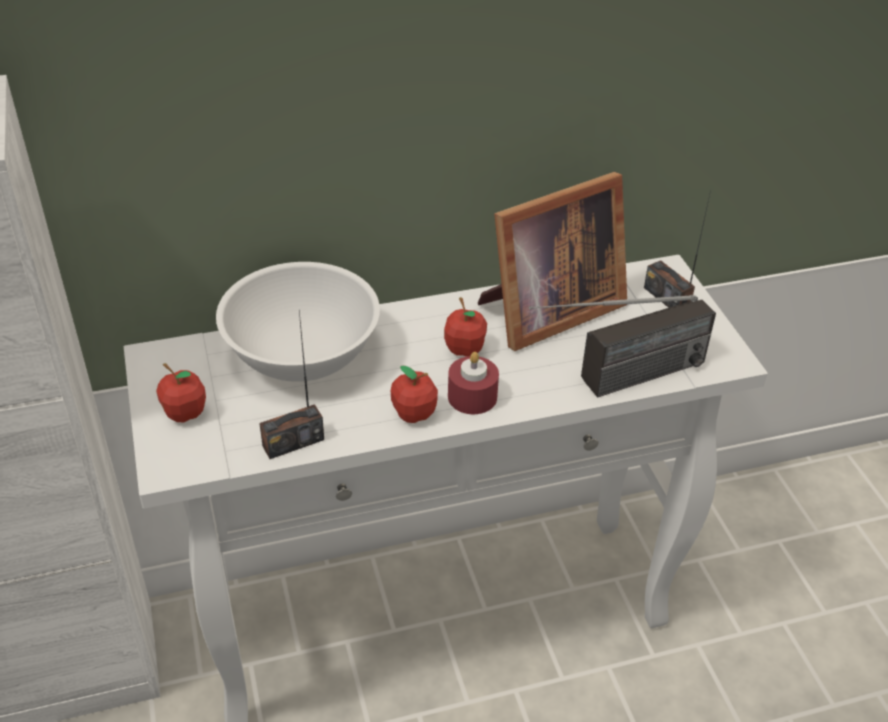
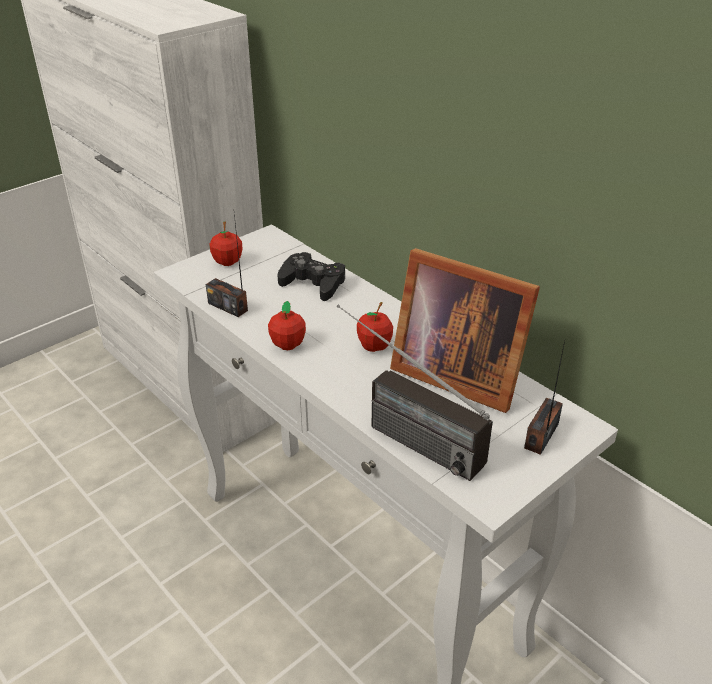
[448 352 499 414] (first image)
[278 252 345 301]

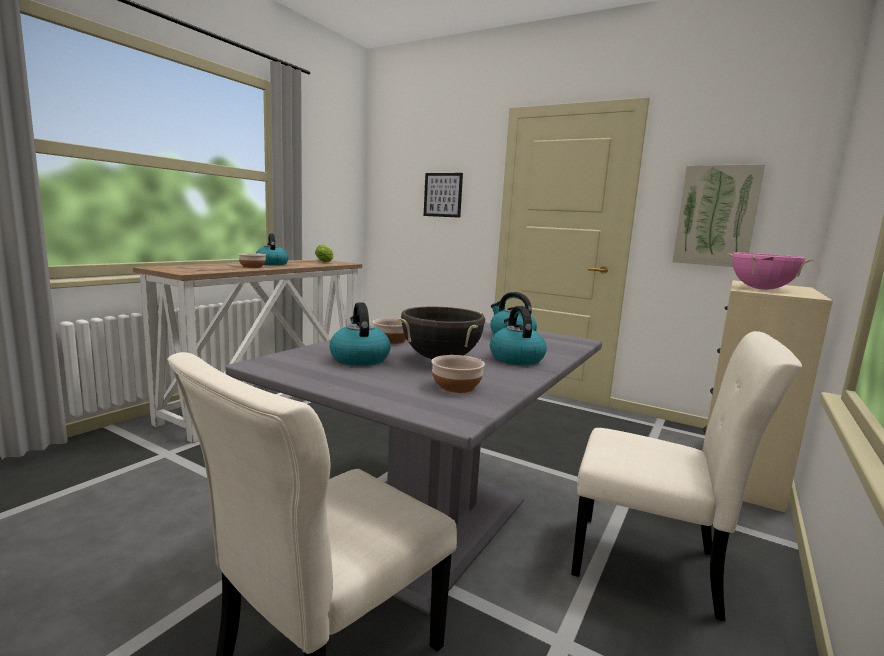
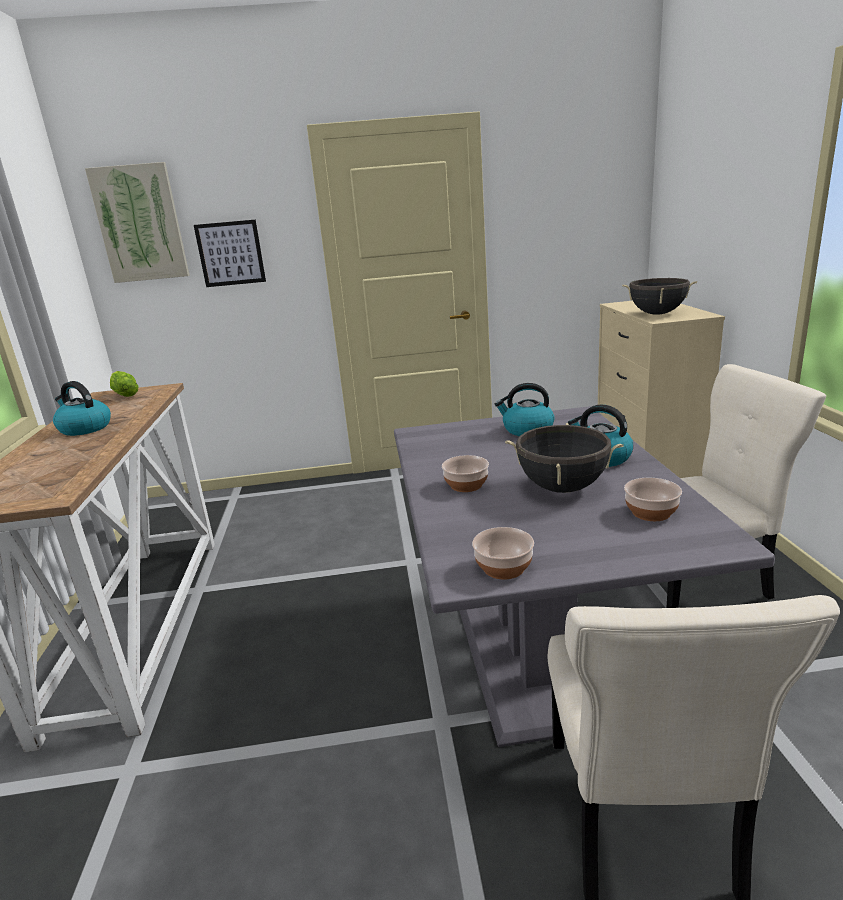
[330 303 391 366] (first image)
[472 527 534 580]
[85 162 190 283]
[622 278 697 315]

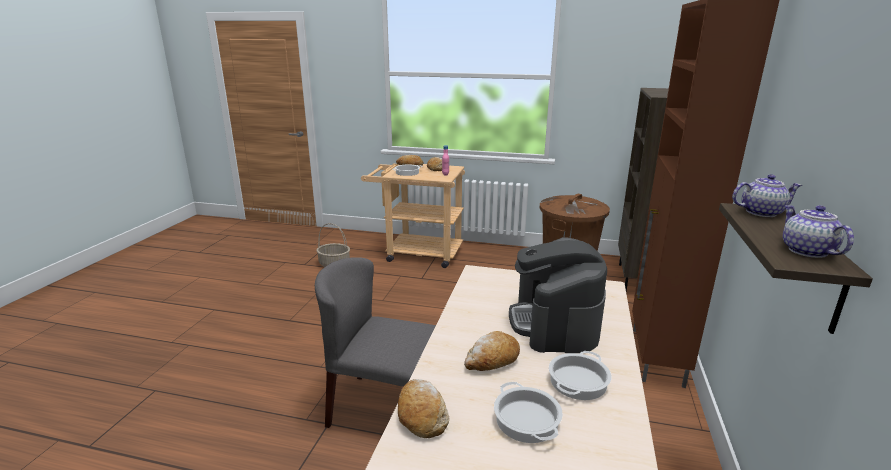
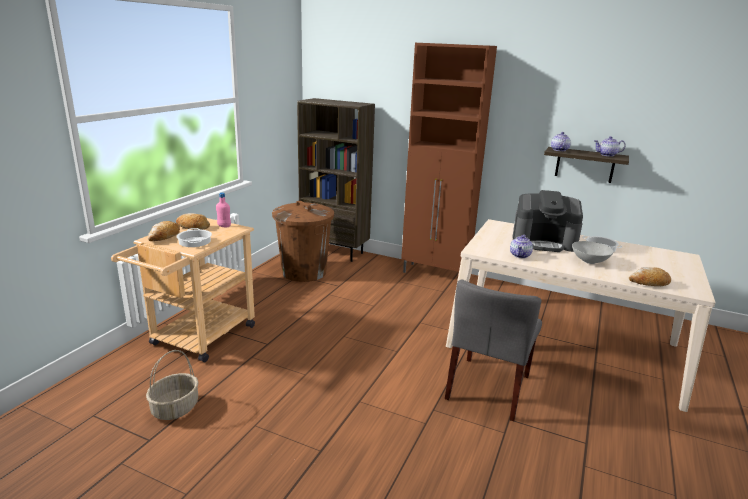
[494 382 563 443] (first image)
[510 235 533 258]
[572 241 614 264]

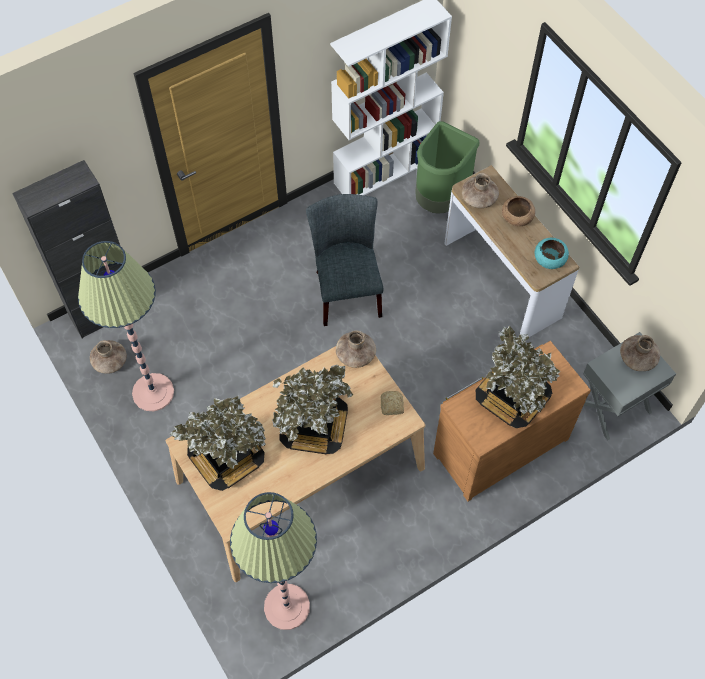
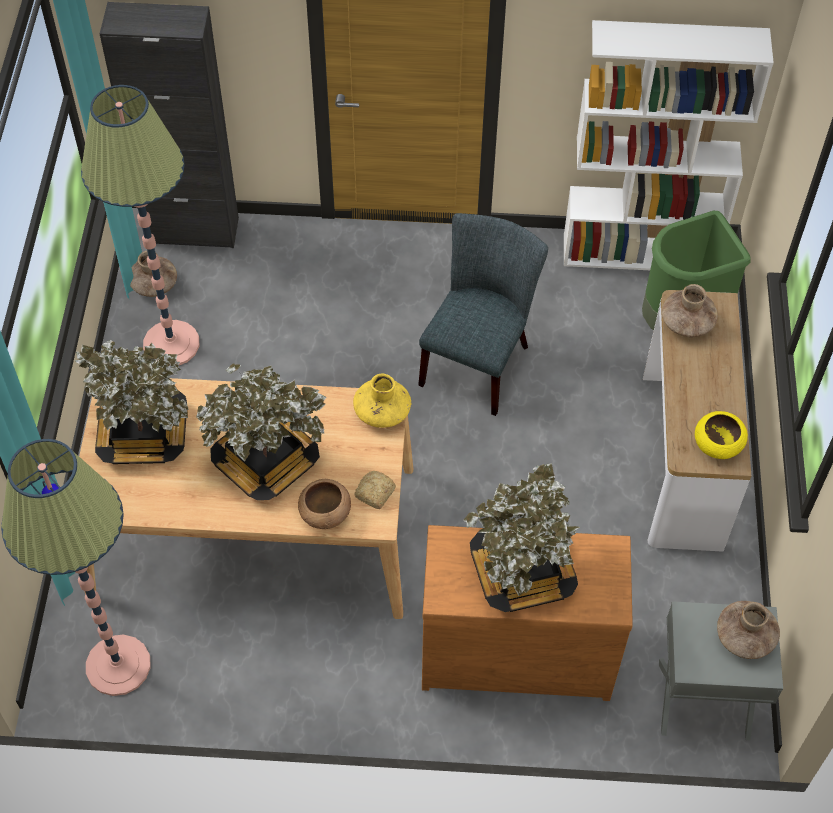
[298 479 351 529]
[353 373 411 428]
[695 411 748 459]

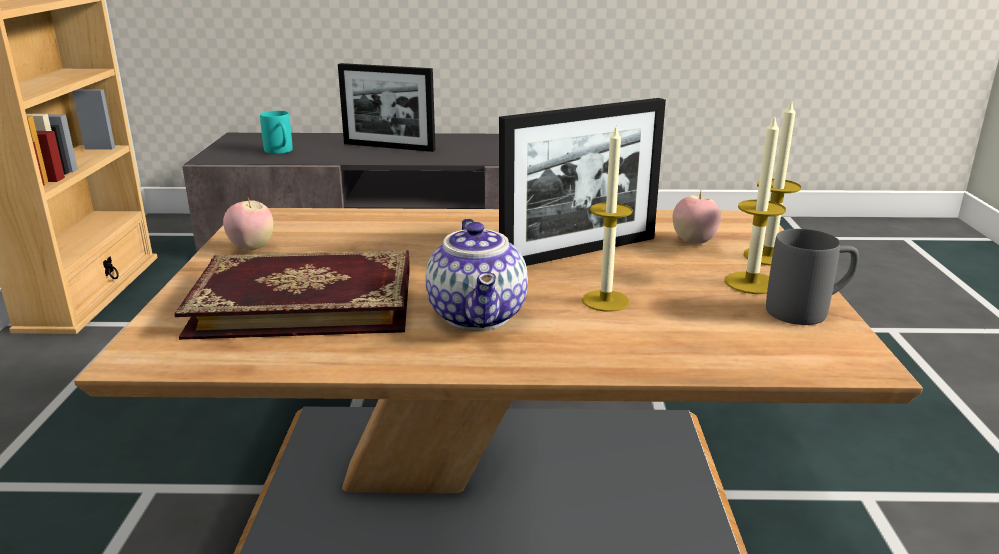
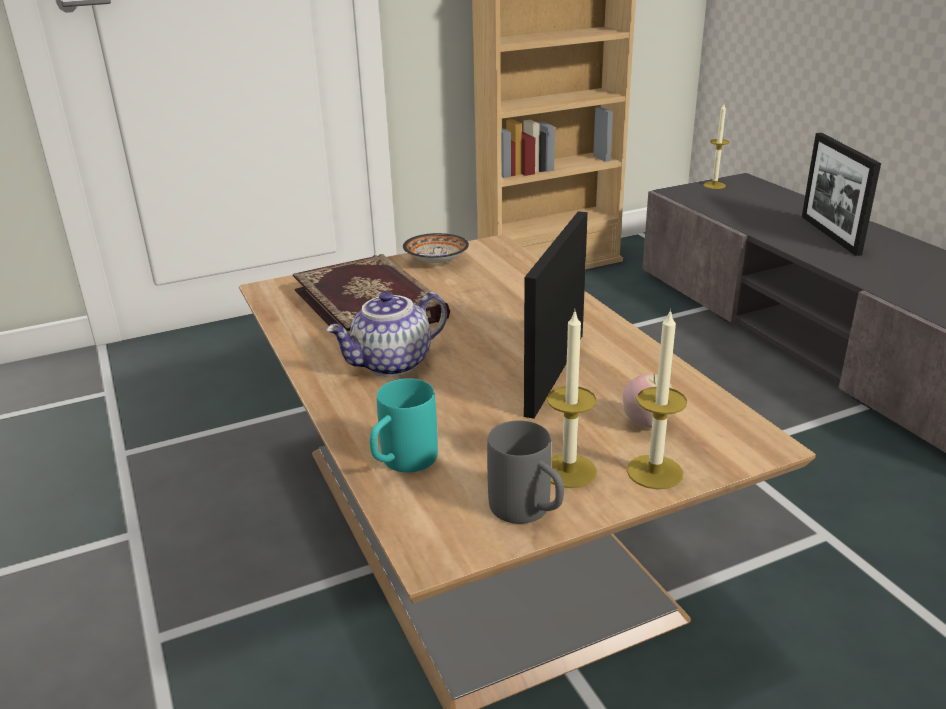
[370 378 438 472]
[704 104 729 189]
[403 233 469 263]
[524 211 588 419]

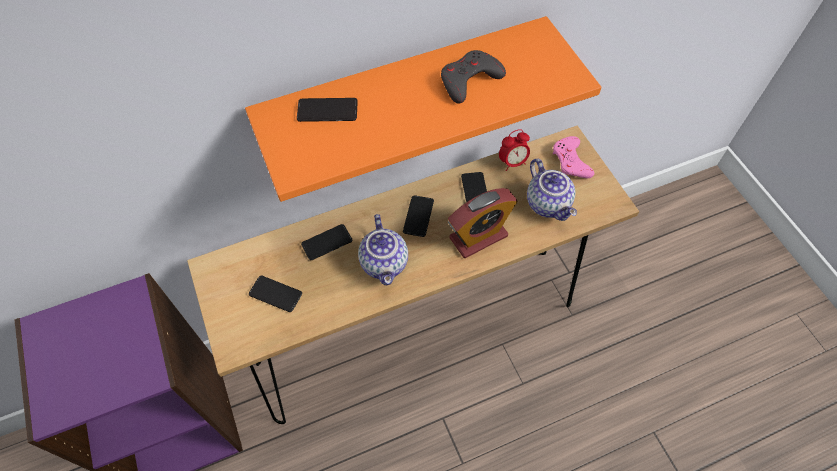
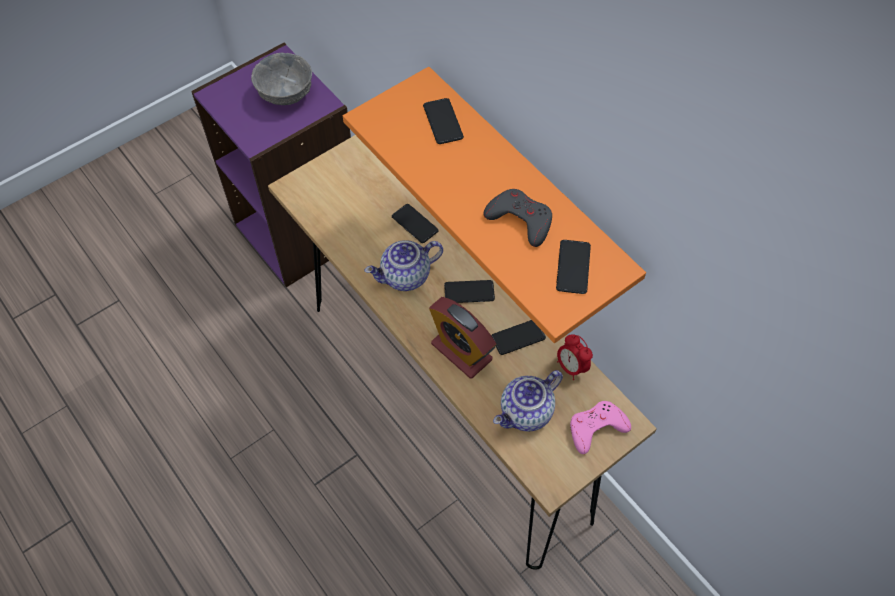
[251 53 312 105]
[556 240 591 294]

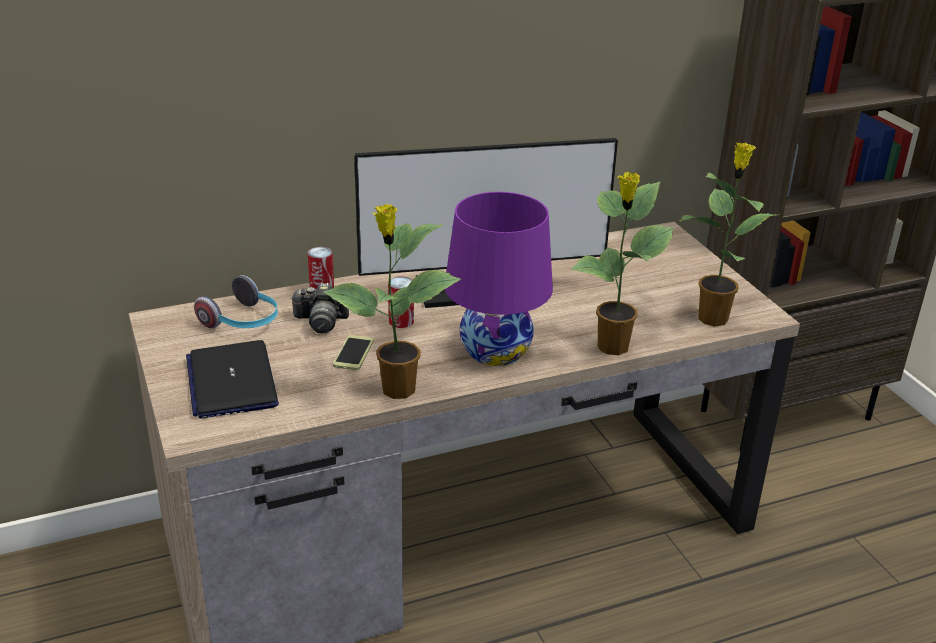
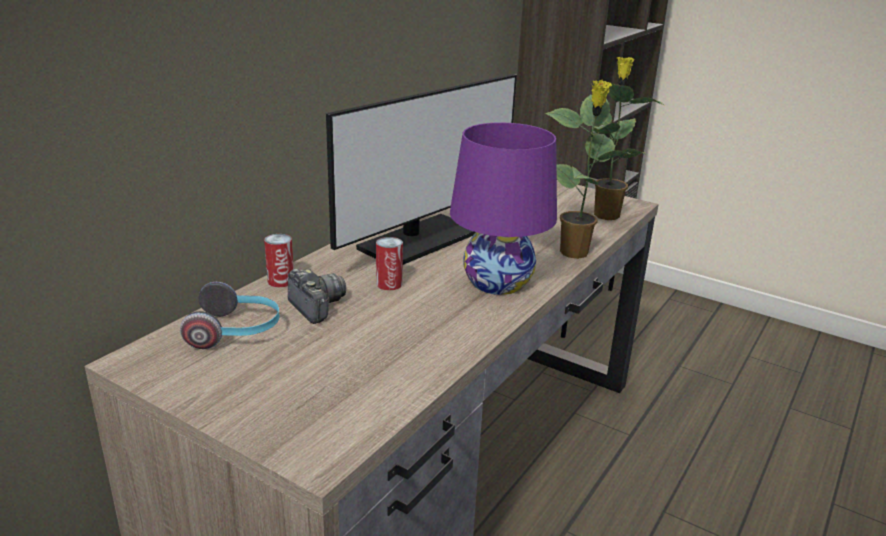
[186 340 279 419] (first image)
[323 204 461 399] (first image)
[333 335 374 370] (first image)
[288 269 346 324]

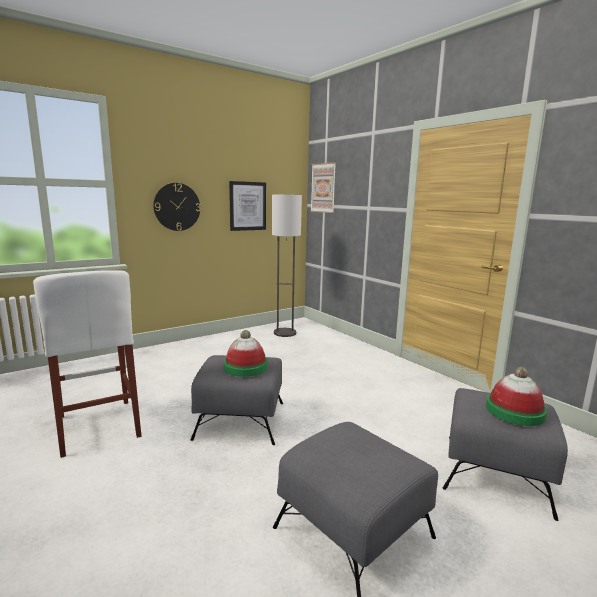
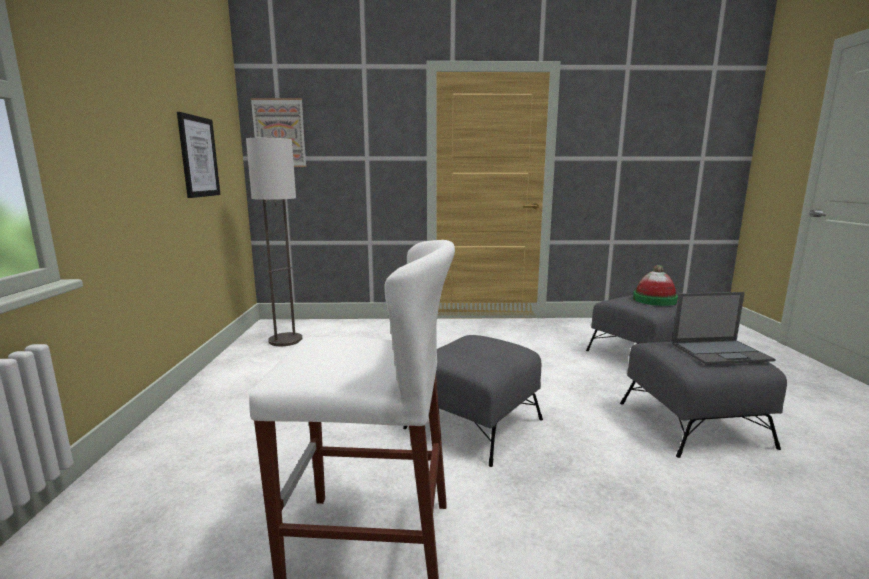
[153 183 201 231] (first image)
[224 330 268 377] (first image)
[672 292 776 364]

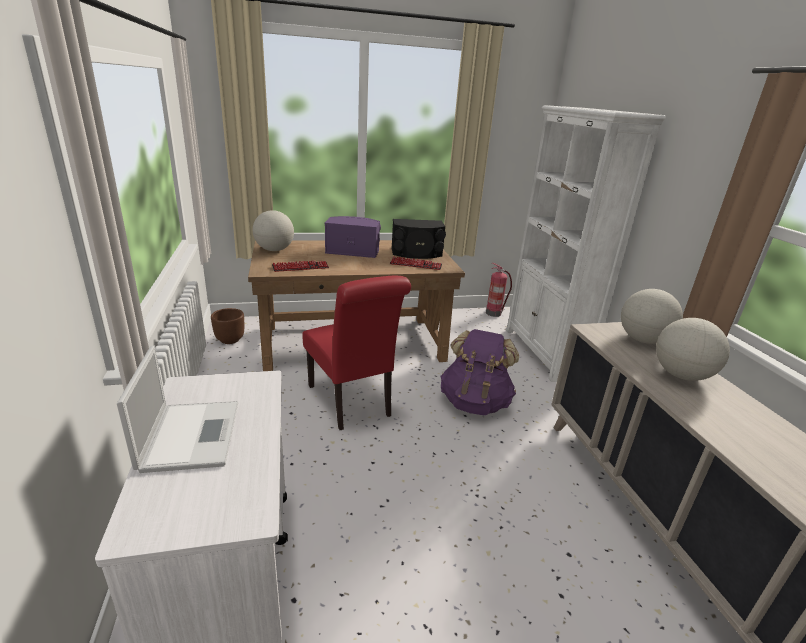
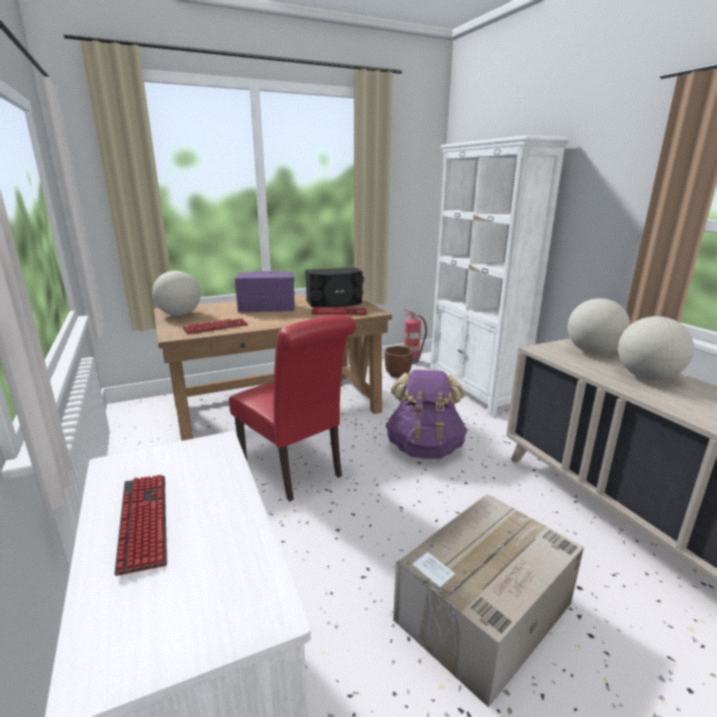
[393 494 584 707]
[385 346 413 378]
[114 475 167 576]

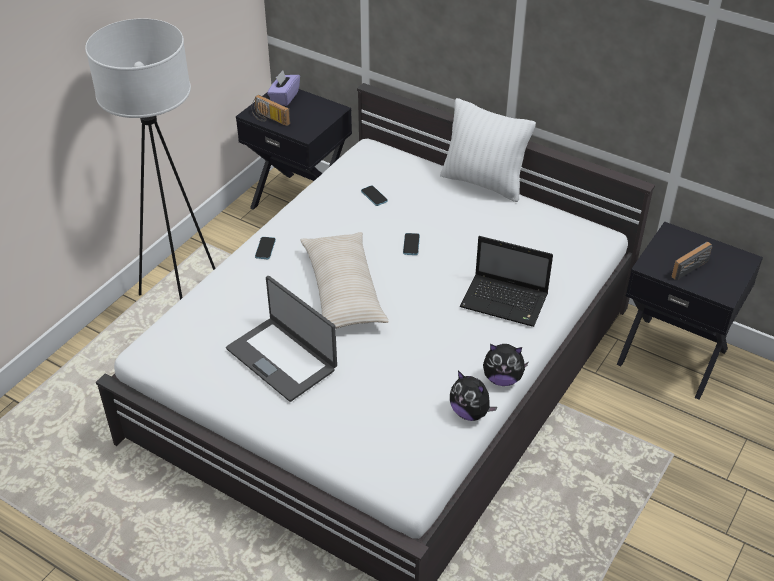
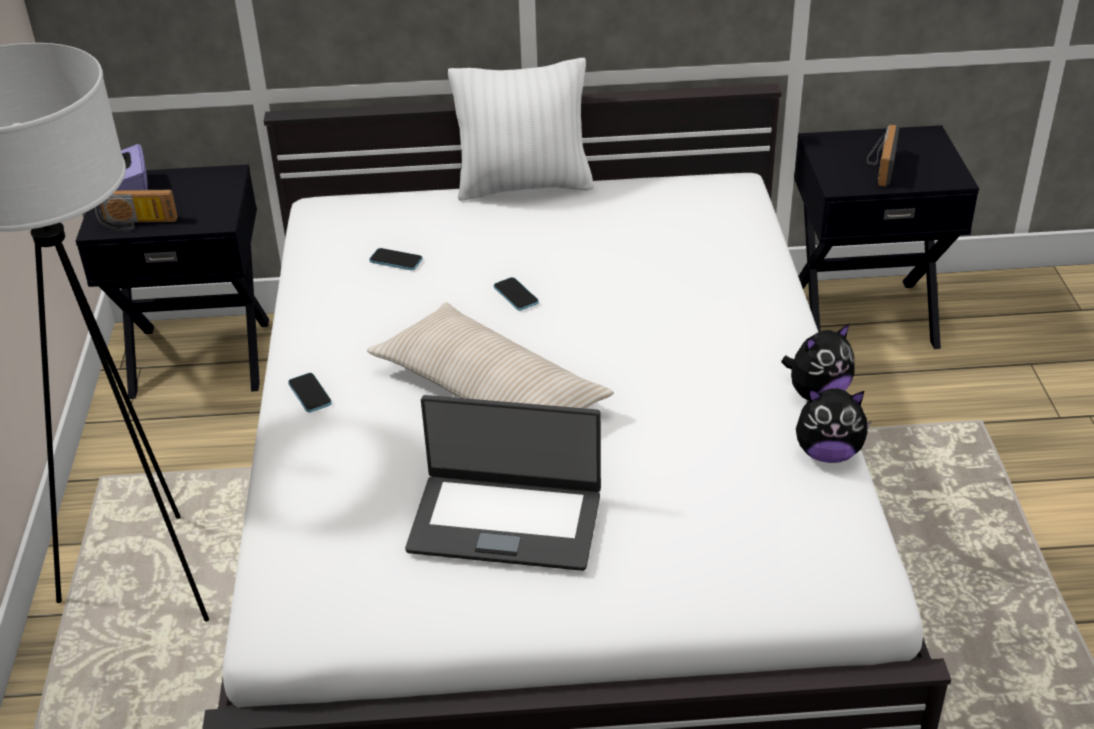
[460 236 553 327] (first image)

